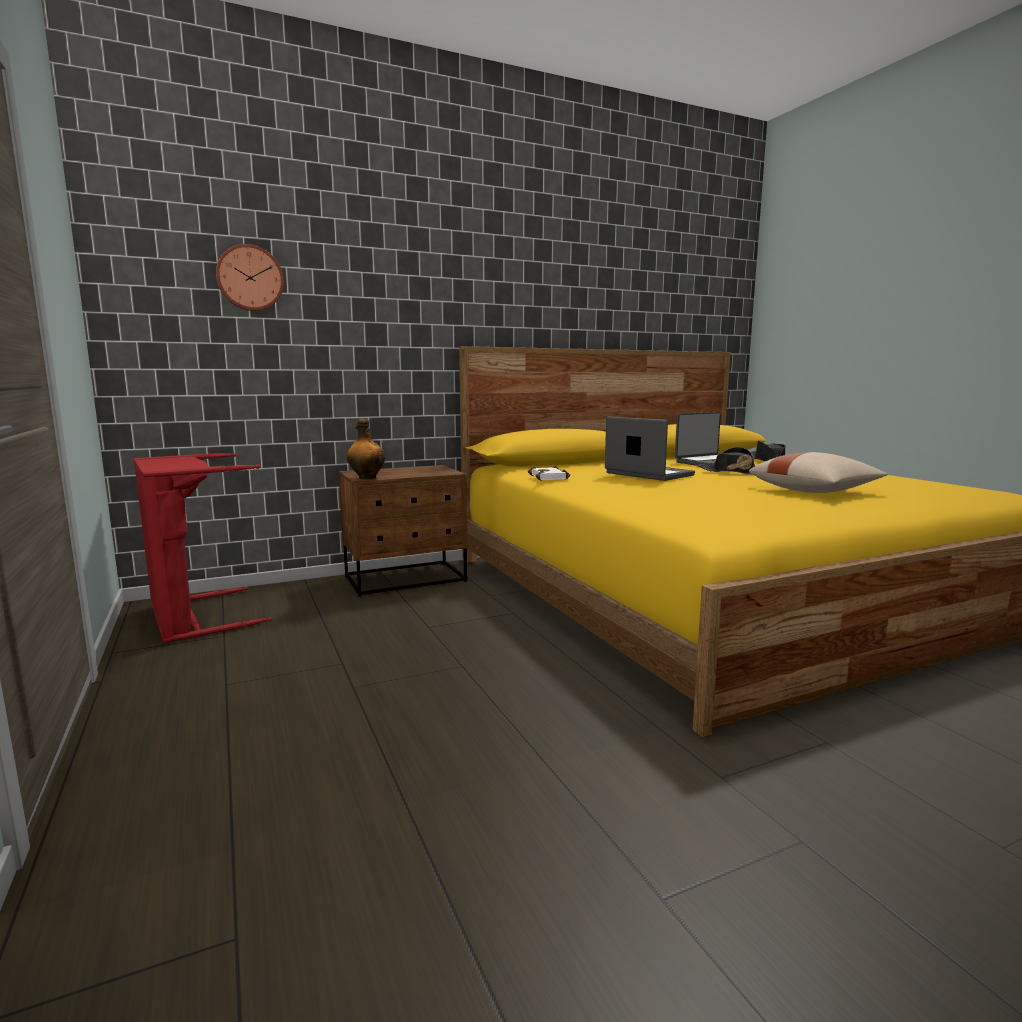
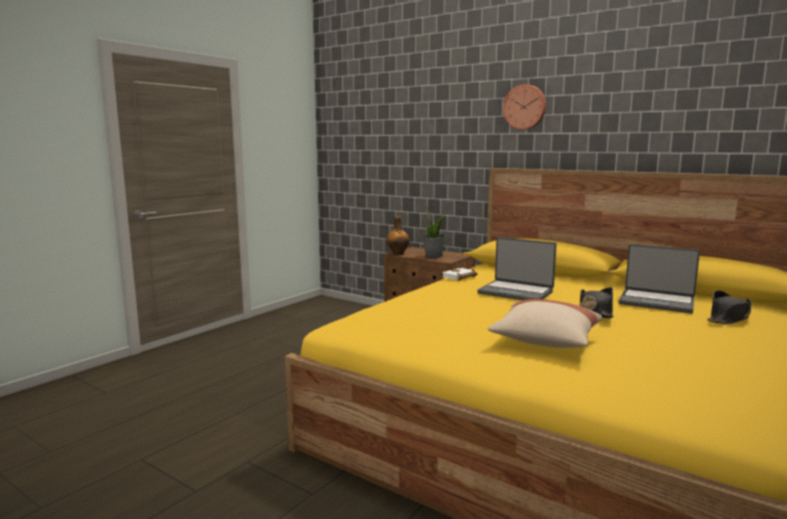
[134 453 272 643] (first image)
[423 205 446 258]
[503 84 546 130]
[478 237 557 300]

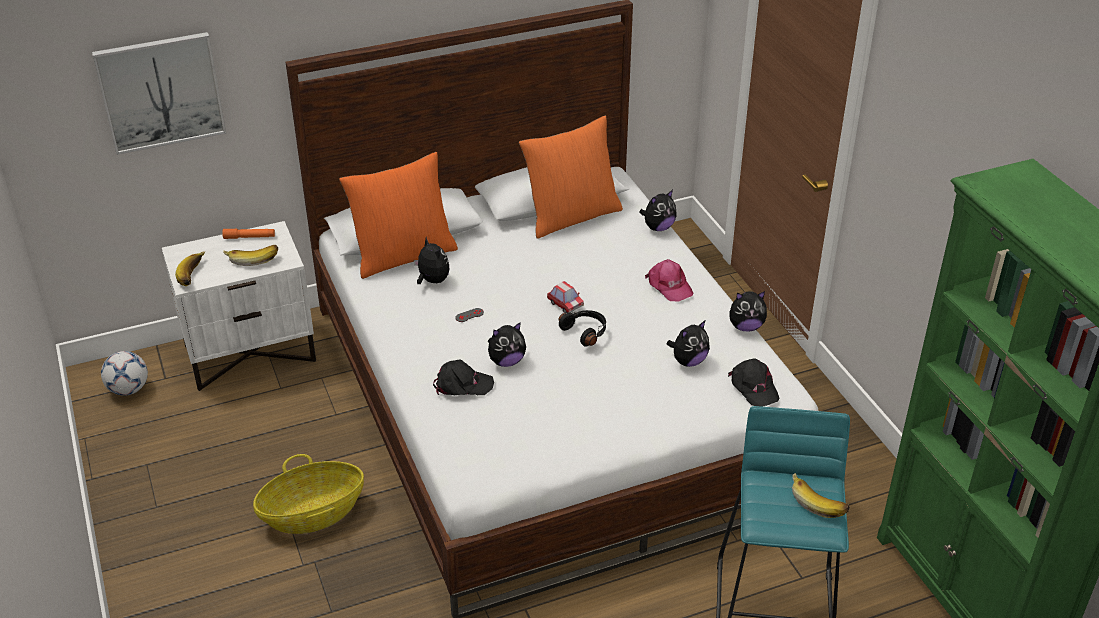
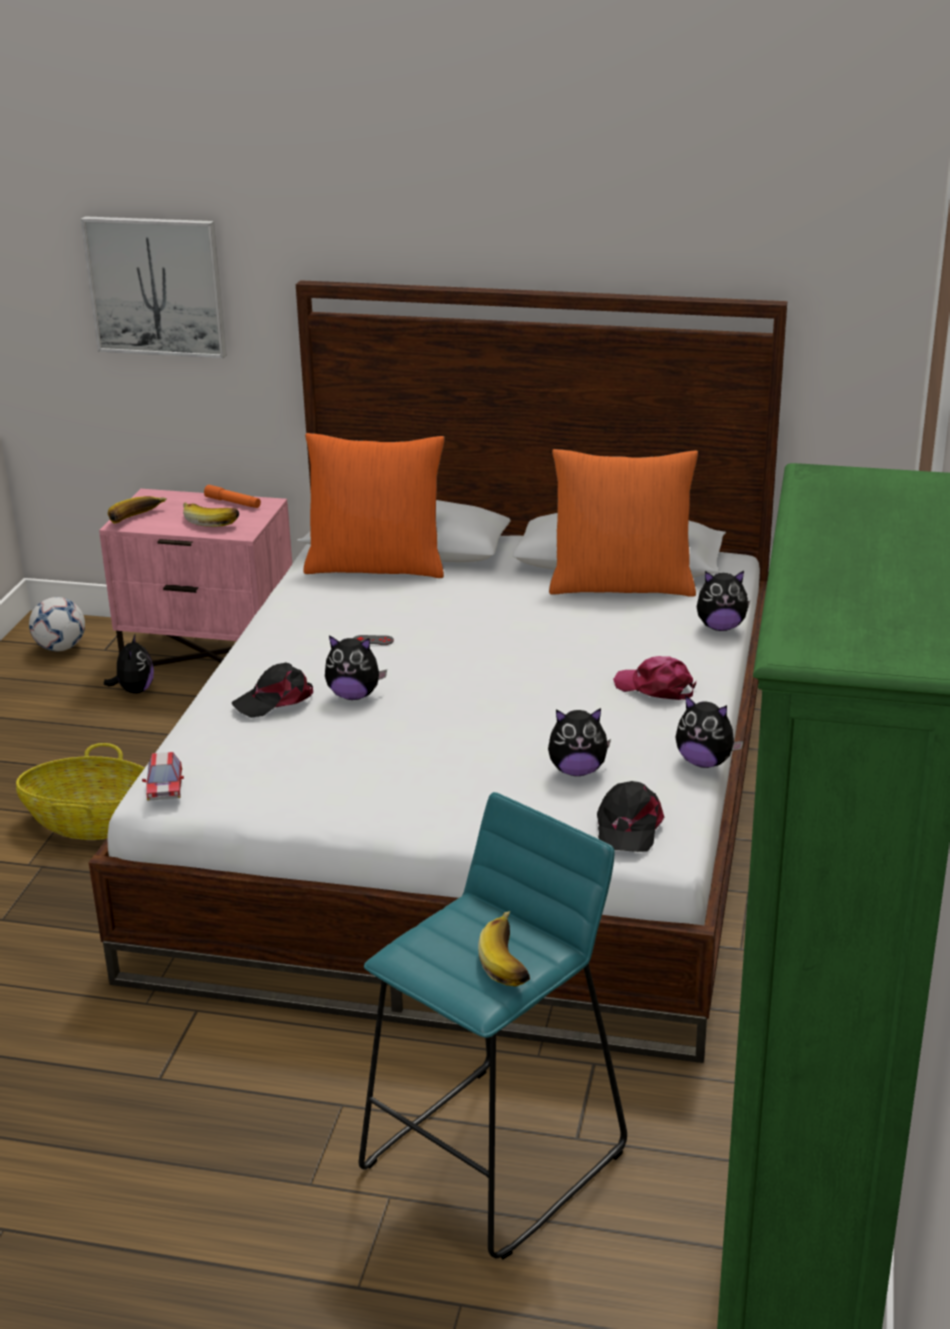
[559 310 606 347] (first image)
[104 634 154 694]
[142 752 184 801]
[99 489 292 666]
[232 662 313 718]
[613 656 696 700]

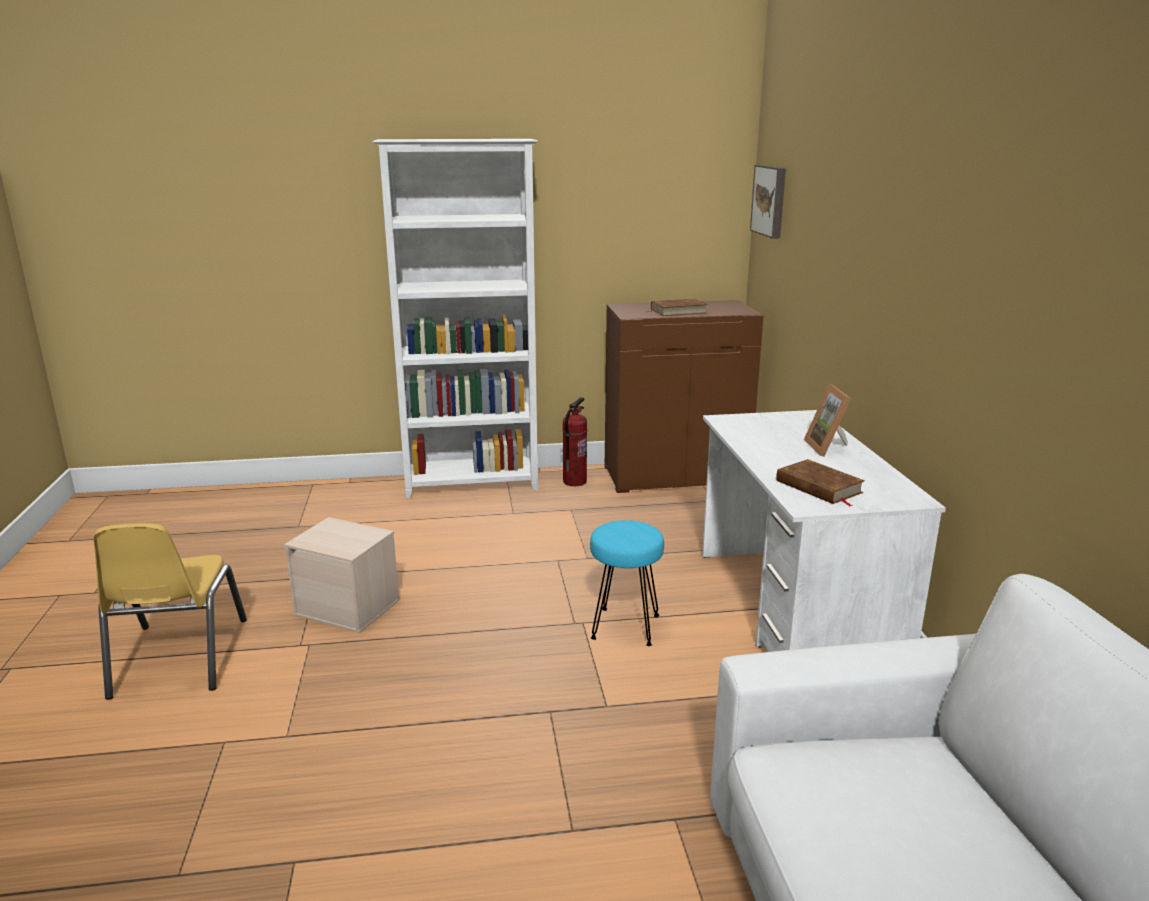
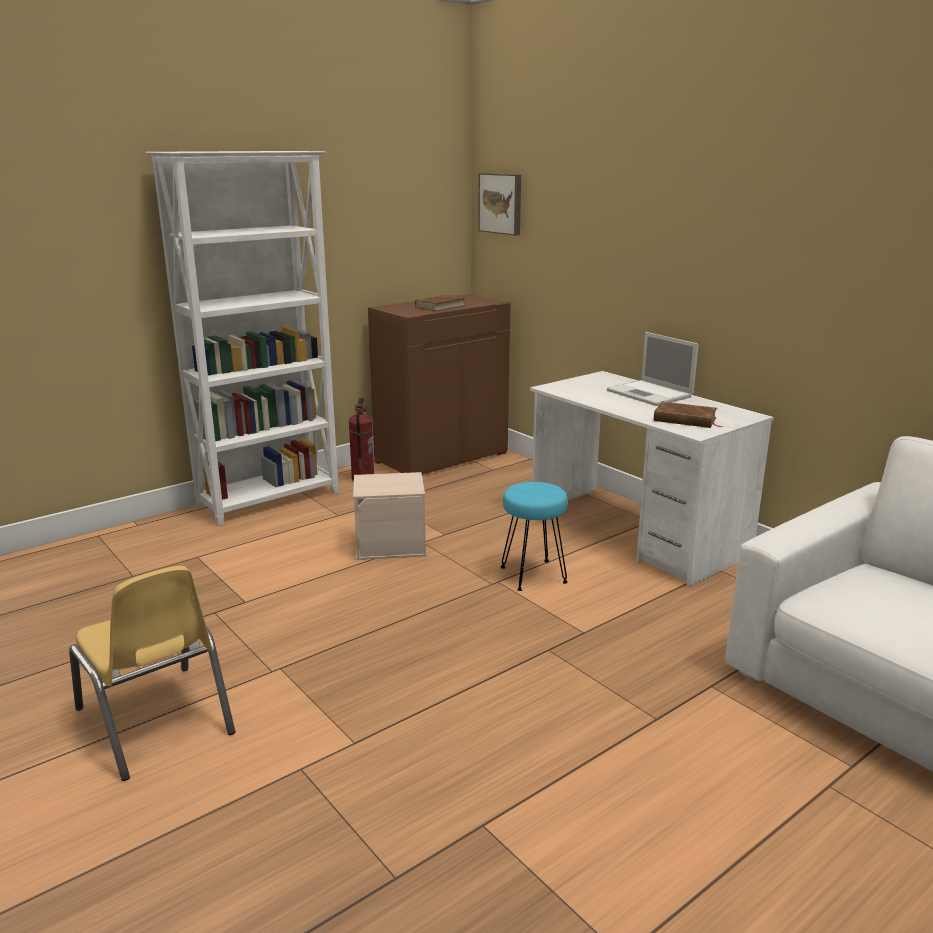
[353 472 426 560]
[607 332 699 406]

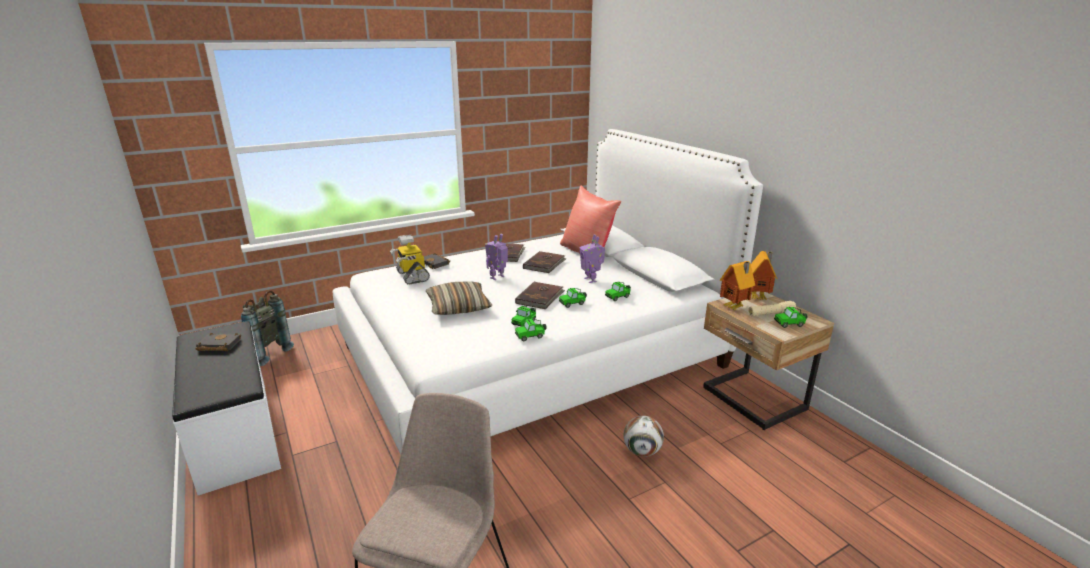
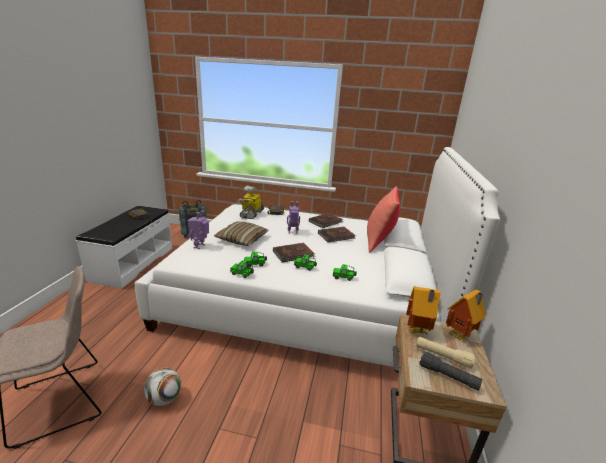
[187 210 209 249]
[144 368 181 406]
[419 351 482 391]

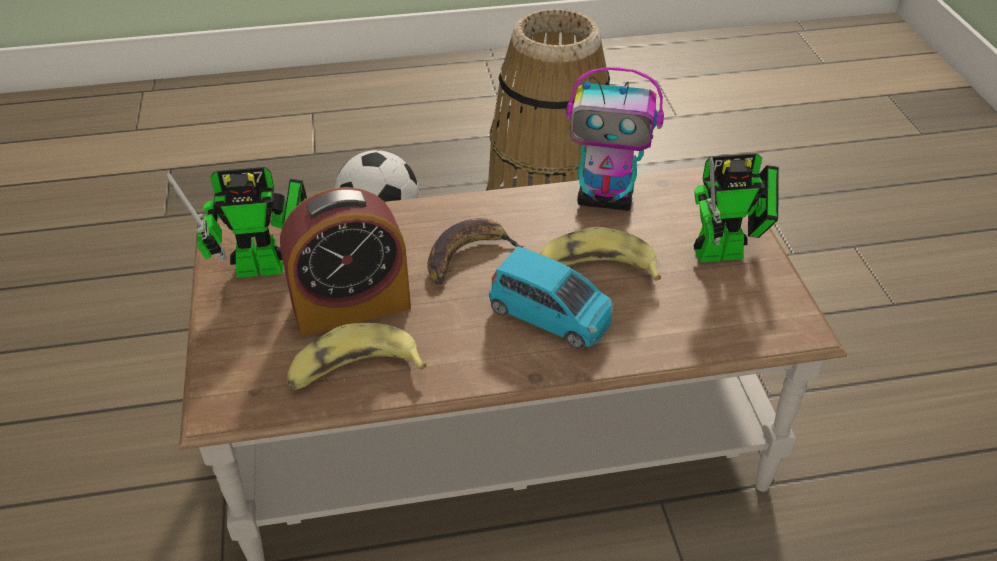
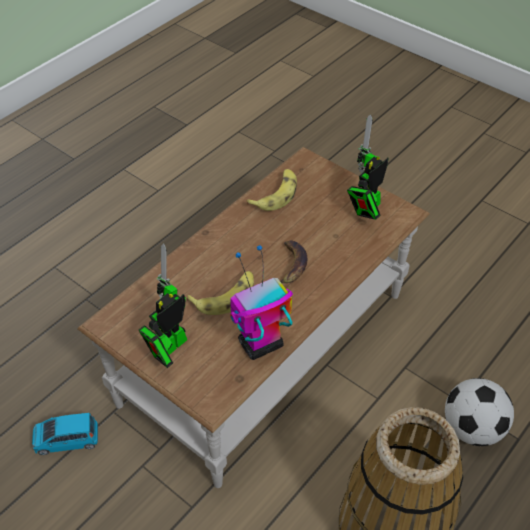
[280 187 411 336] (first image)
[32 413 98 455]

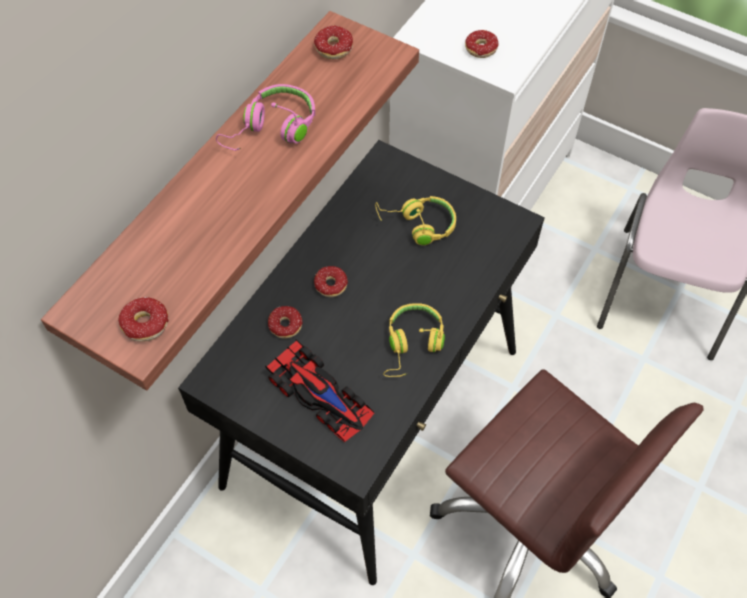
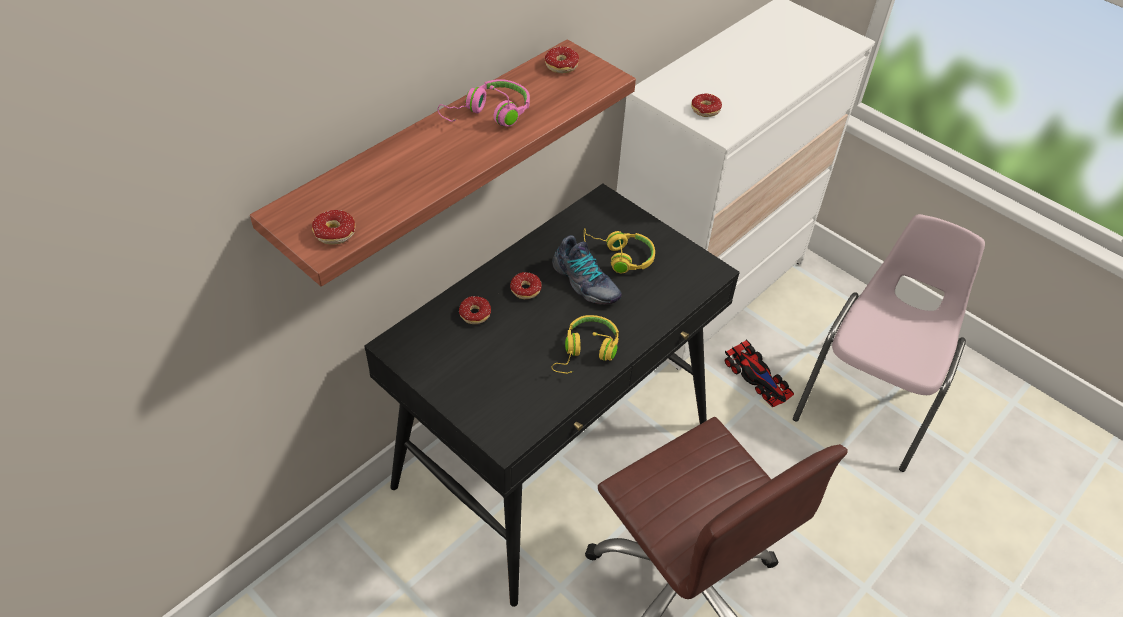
[552 235 622 305]
[725 339 794 407]

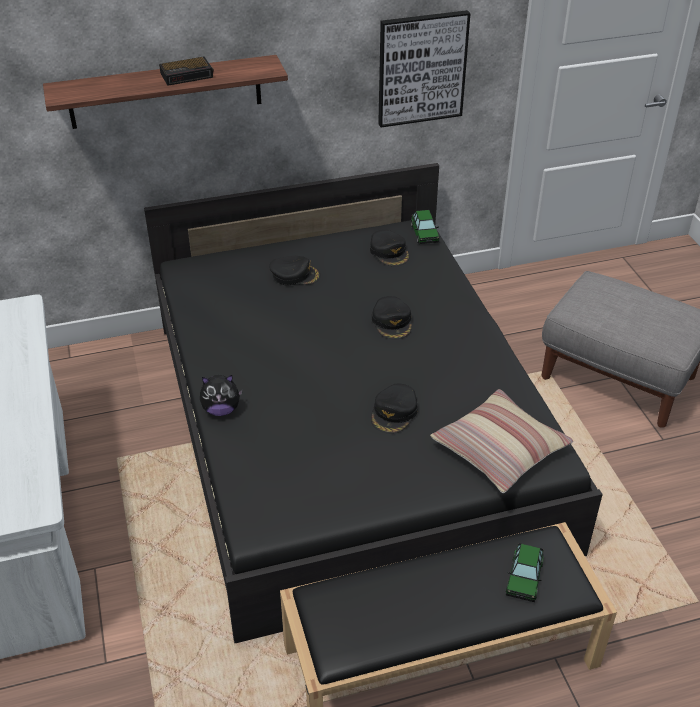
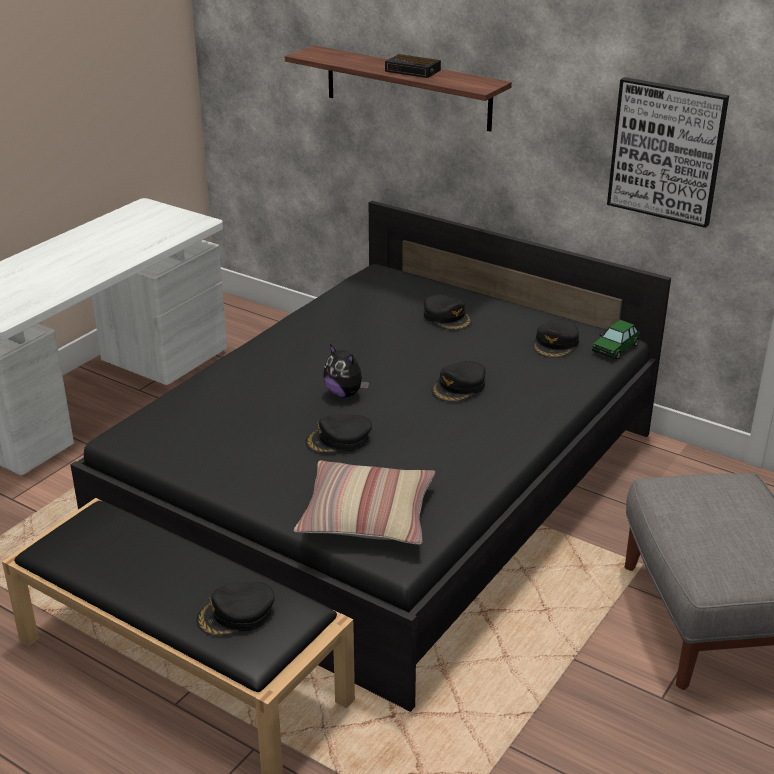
[323 344 369 398]
[196 582 275 636]

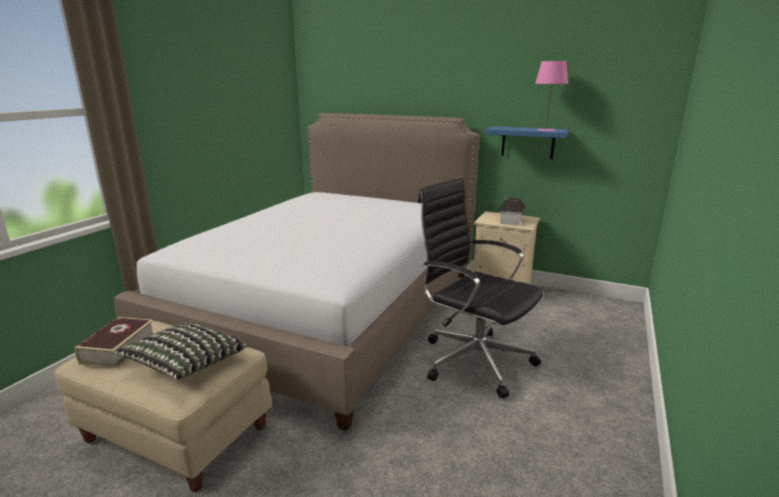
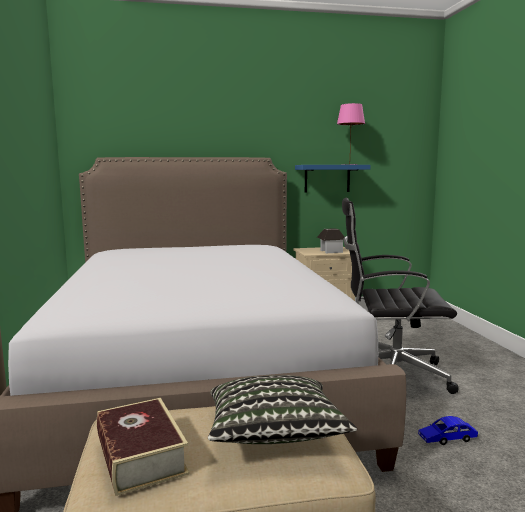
[418 416 478 445]

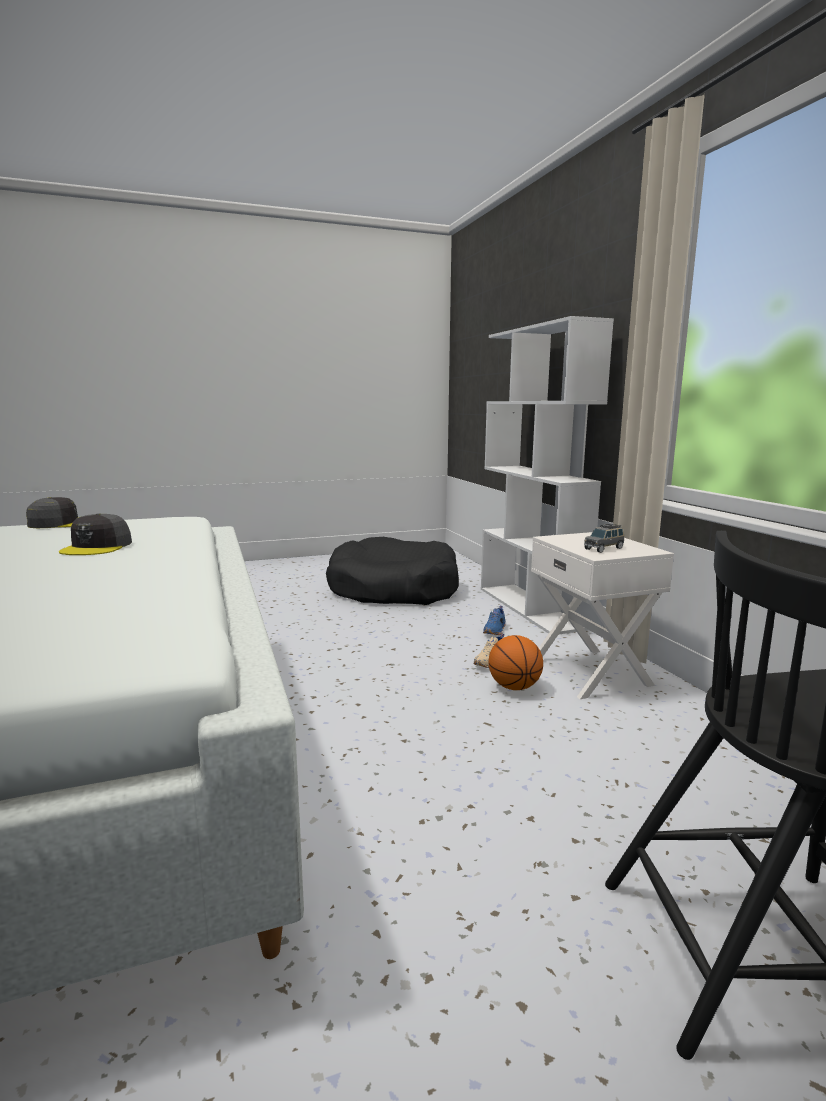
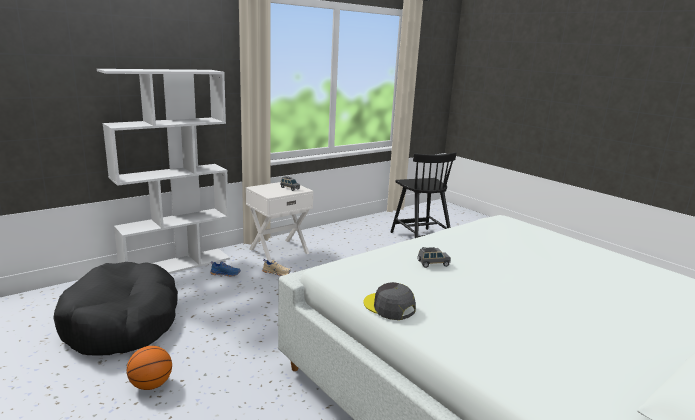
[127 346 172 390]
[417 247 451 268]

